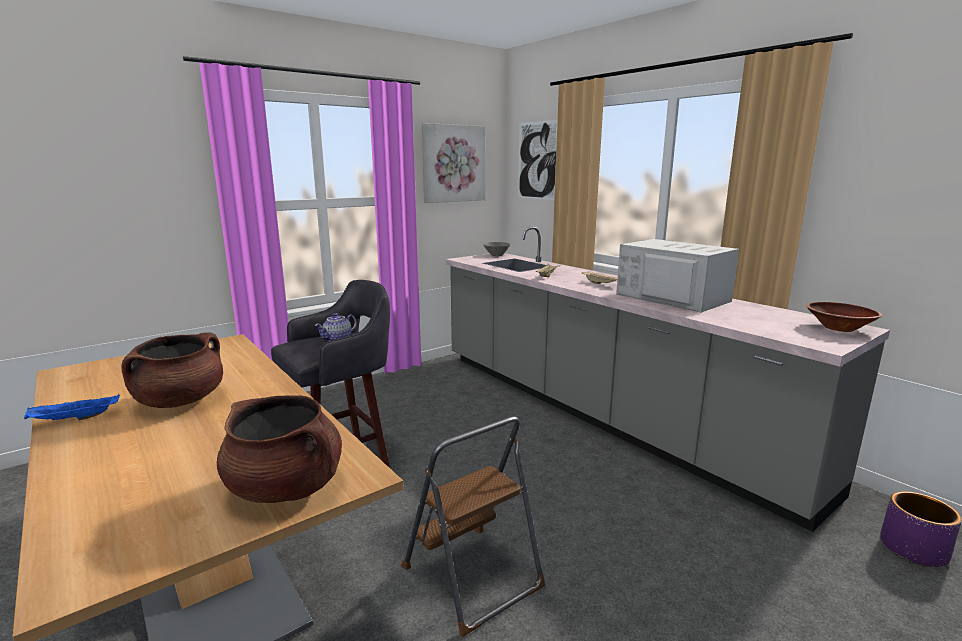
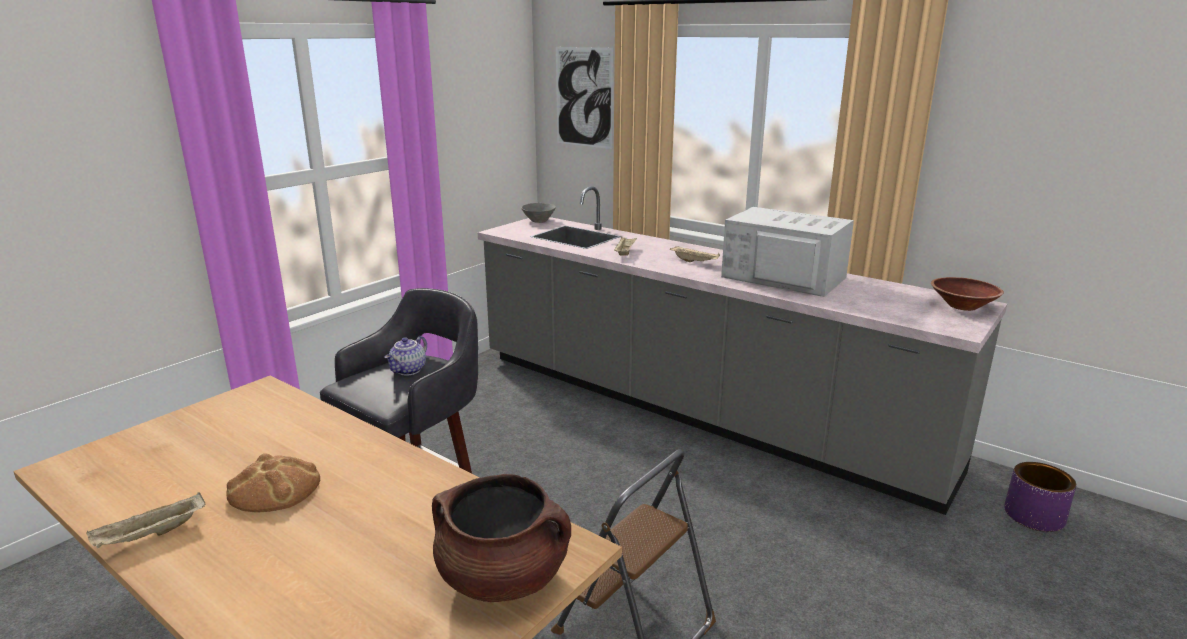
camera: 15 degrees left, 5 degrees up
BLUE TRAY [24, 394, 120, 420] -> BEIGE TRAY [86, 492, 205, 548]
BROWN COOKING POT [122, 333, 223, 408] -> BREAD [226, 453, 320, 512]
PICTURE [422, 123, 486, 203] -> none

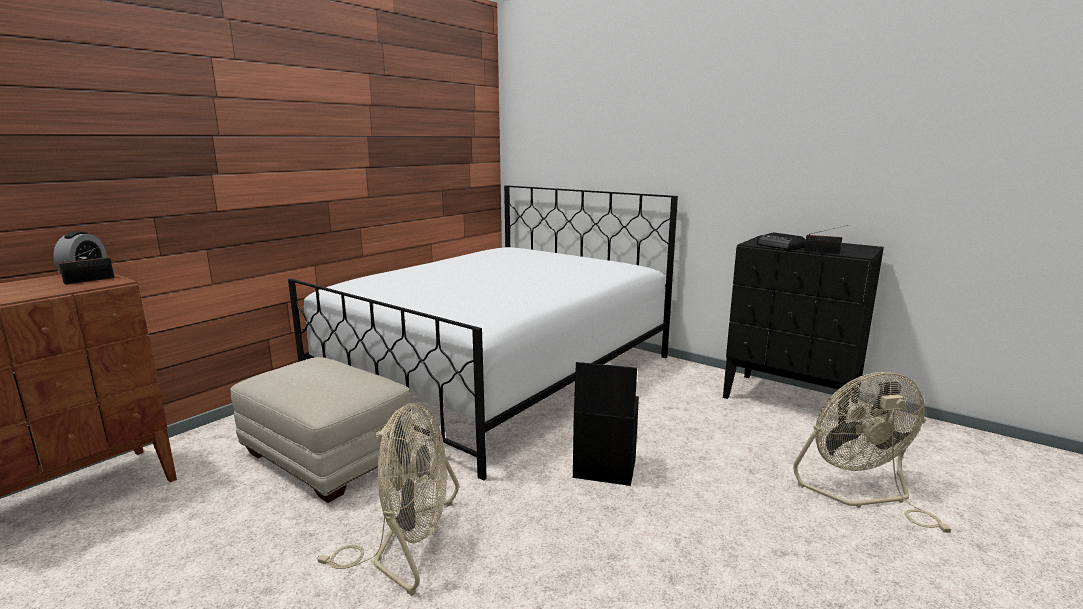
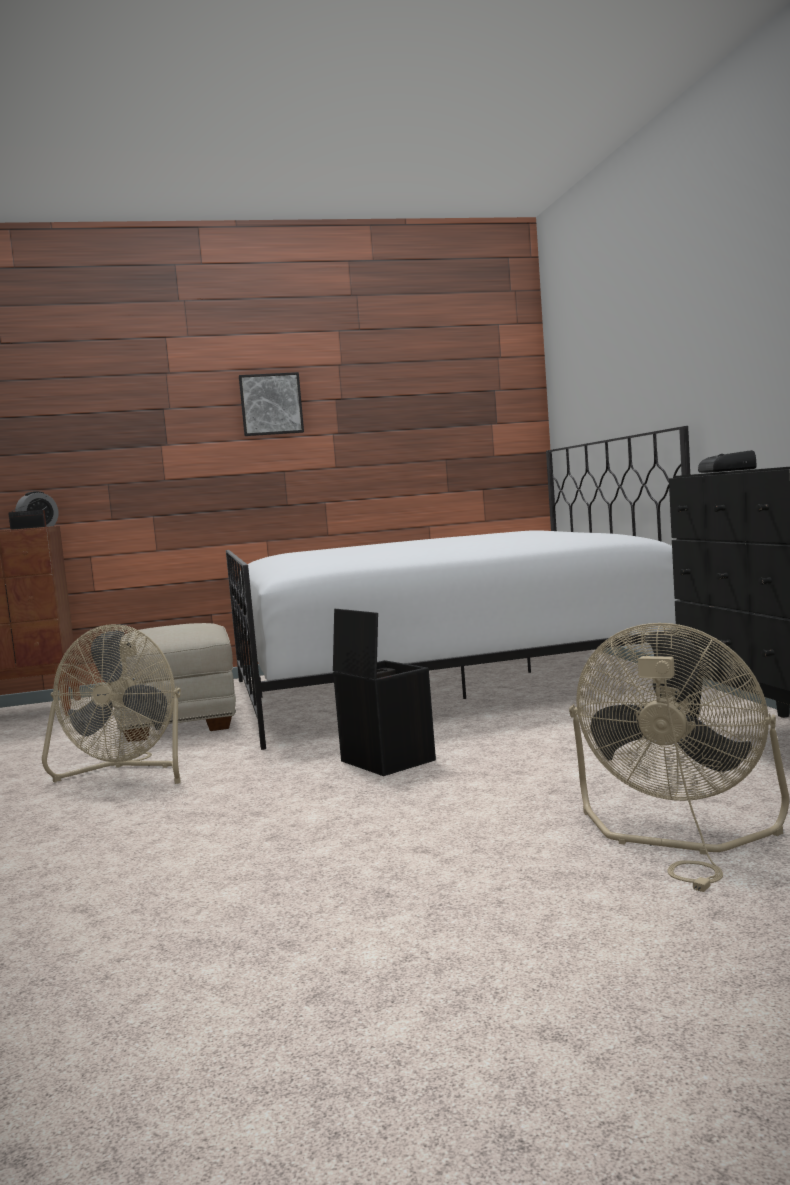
camera: 40 degrees right, 10 degrees down
BEIGE FAN [318, 403, 459, 596] -> BEIGE FAN [42, 624, 181, 784], 60 degrees clockwise
RADIO [804, 225, 848, 255] -> none
none -> PICTURE [239, 372, 304, 436]

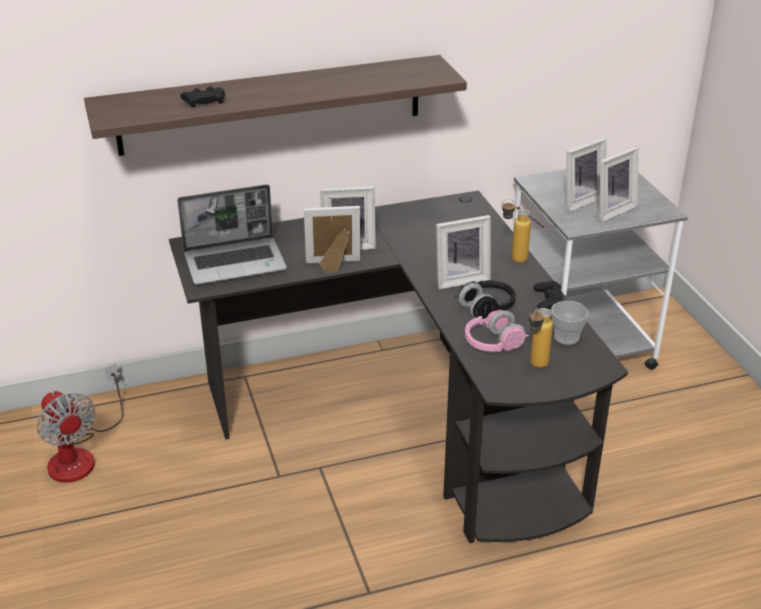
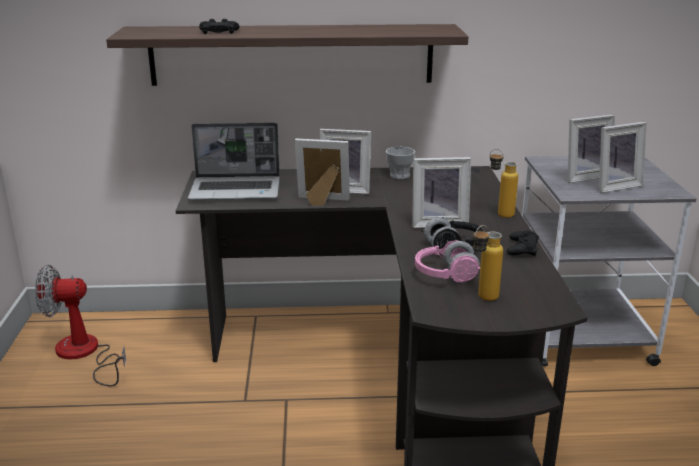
camera: 15 degrees right, 10 degrees down
FAN [37, 364, 123, 483] -> FAN [35, 265, 126, 386], 105 degrees clockwise
CUP [551, 301, 589, 345] -> CUP [386, 147, 415, 179], move

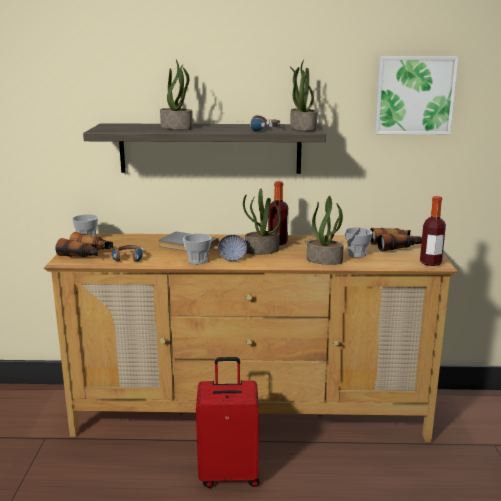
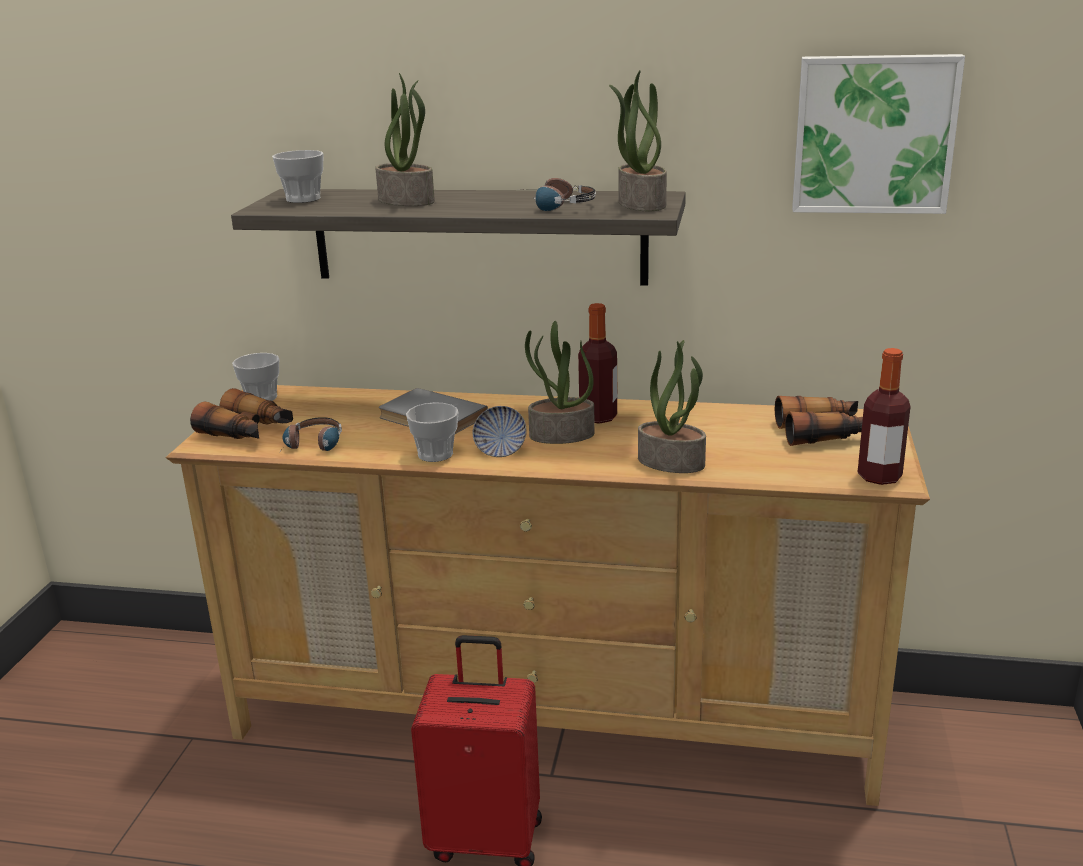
camera: 10 degrees right, 5 degrees up
CUP [345, 227, 372, 257] -> CUP [272, 150, 324, 203], move

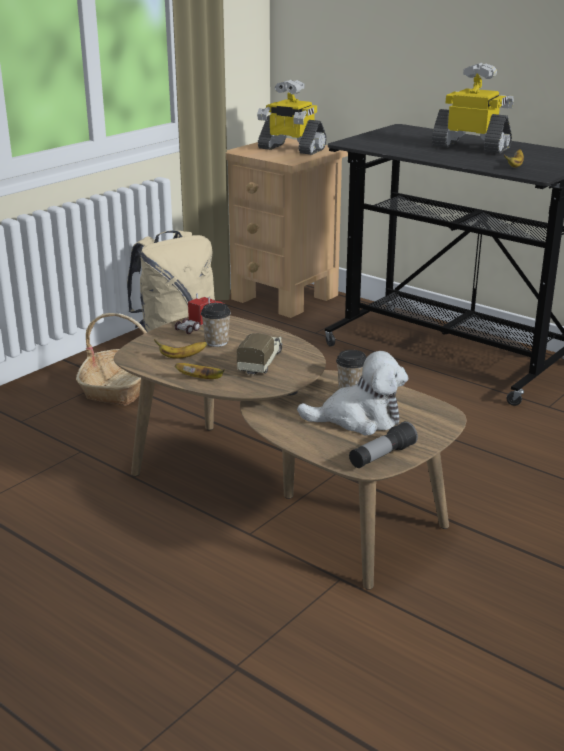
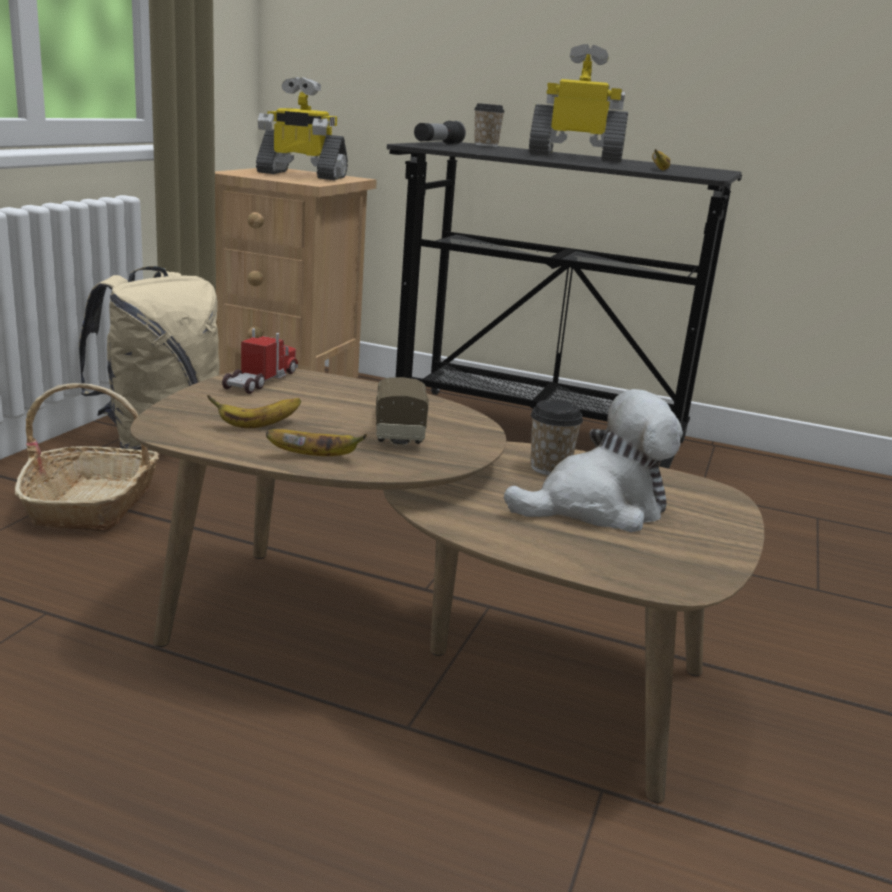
camera: 20 degrees left, 5 degrees down
CUP [201, 303, 231, 347] -> CUP [474, 103, 504, 147], move
FLASHLIGHT [349, 421, 418, 468] -> FLASHLIGHT [414, 121, 466, 144], move

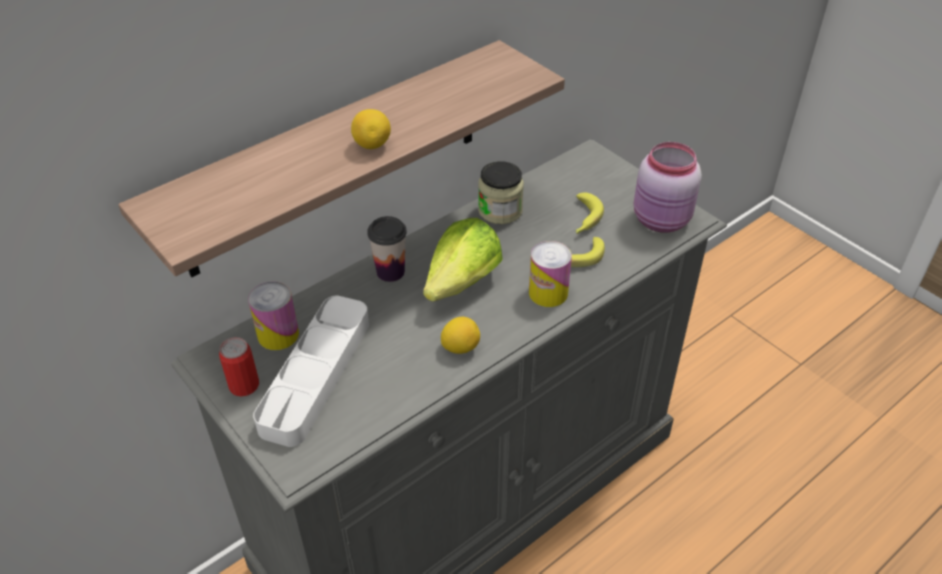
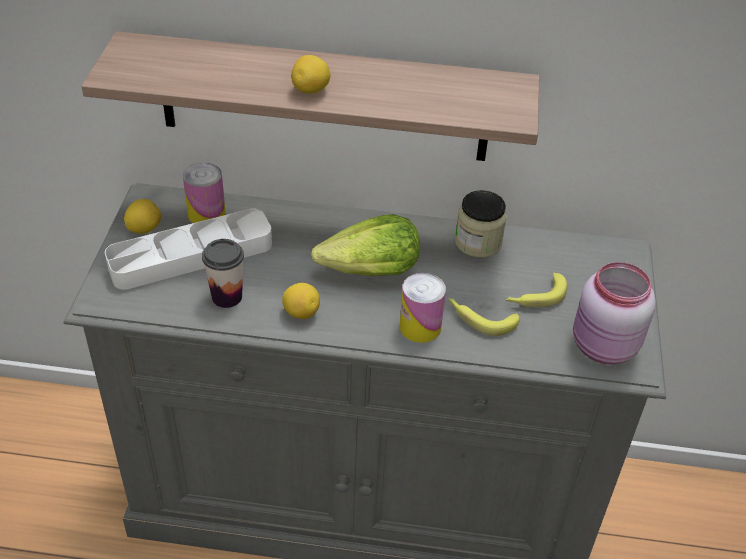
camera: 45 degrees right, 0 degrees up
CAN [219, 337, 259, 397] -> LEMON [124, 199, 161, 234]
CUP [367, 216, 407, 282] -> CUP [202, 239, 244, 308], move

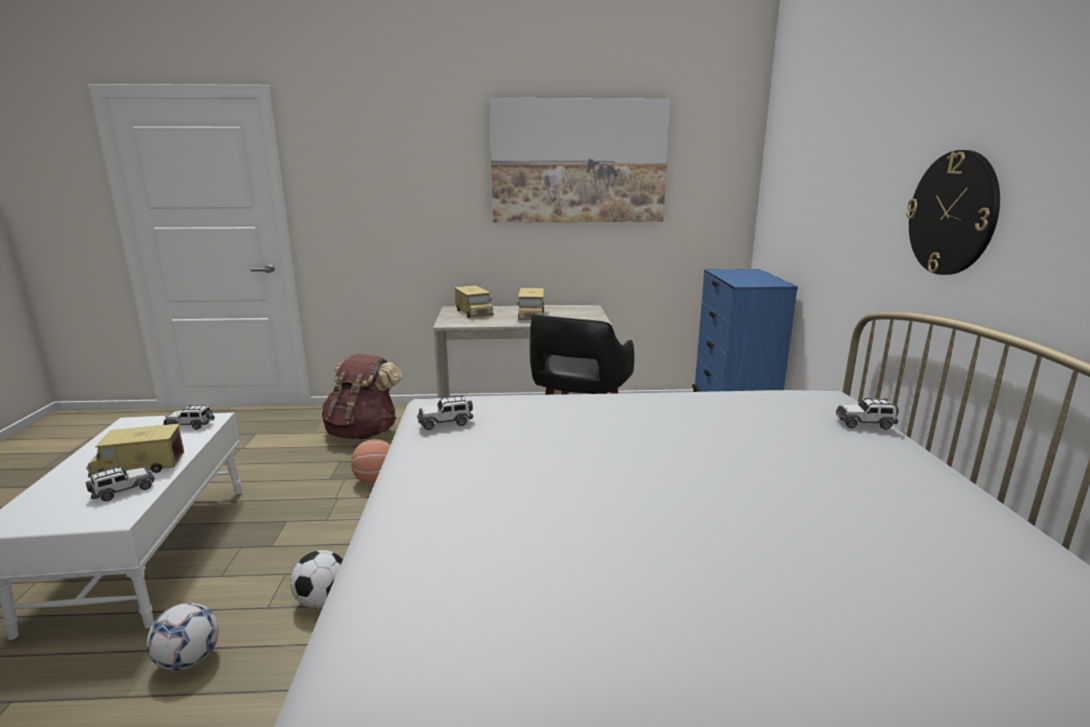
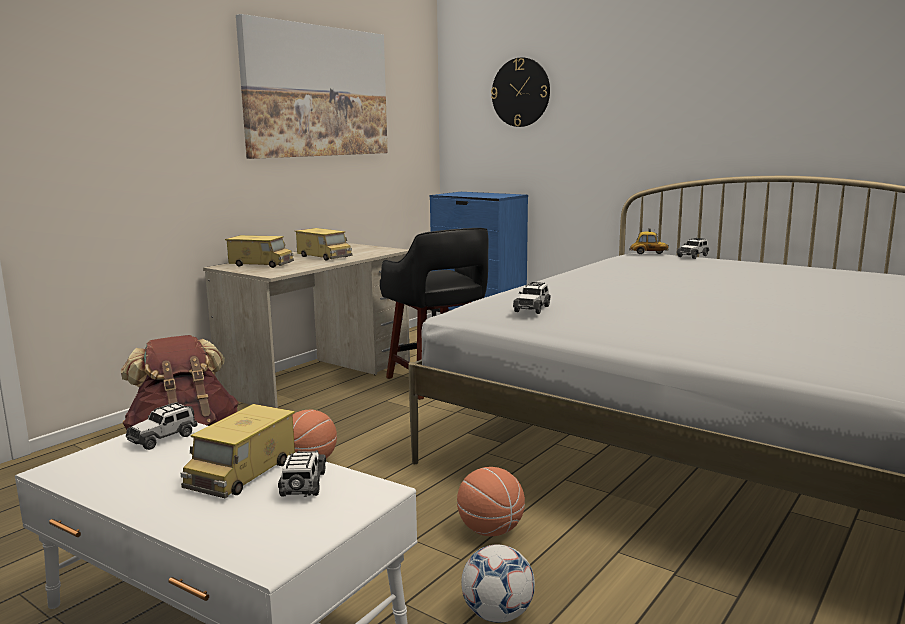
camera: 50 degrees left, 5 degrees down
FOOTBALL [290, 550, 343, 608] -> BASKETBALL [457, 467, 525, 536]
WALL CLOCK [906, 150, 1000, 275] -> WALL CLOCK [491, 57, 550, 127], move
none -> TOY CAR [629, 228, 669, 254]

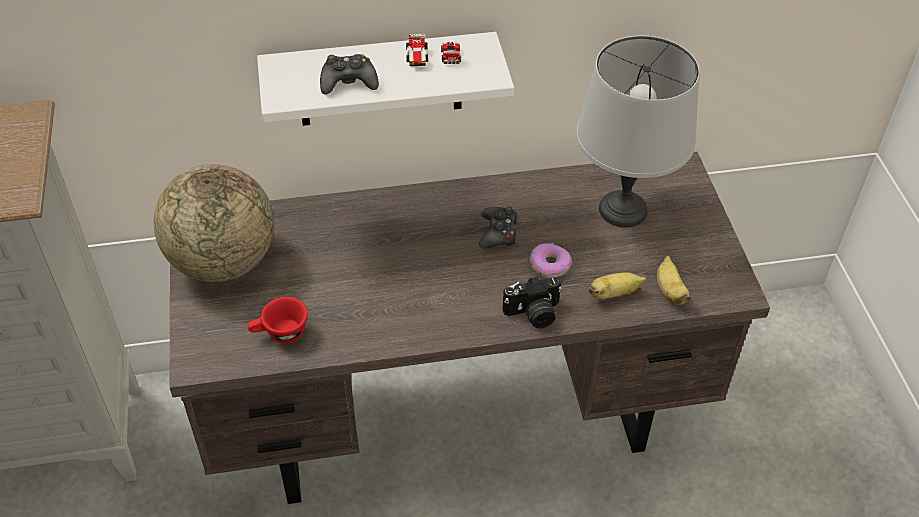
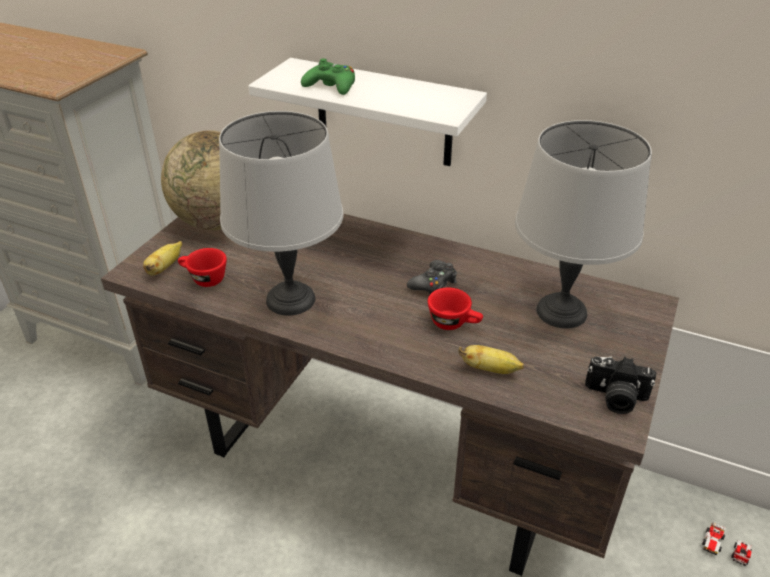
camera: 35 degrees right, 10 degrees down
BLACK GAME CONTROLLER [320, 54, 379, 95] -> GREEN GAME CONTROLLER [301, 58, 355, 95]
TOY CAR [406, 34, 461, 66] -> TOY CAR [702, 523, 752, 566], move
PHOTO CAMERA [502, 276, 562, 328] -> PHOTO CAMERA [585, 356, 656, 414], move
DONUT [530, 243, 572, 278] -> RED CUP [428, 288, 483, 330]
BANANA [657, 256, 691, 305] -> BANANA [143, 241, 182, 276], move
none -> GREY TABLE LAMP [219, 111, 343, 316]

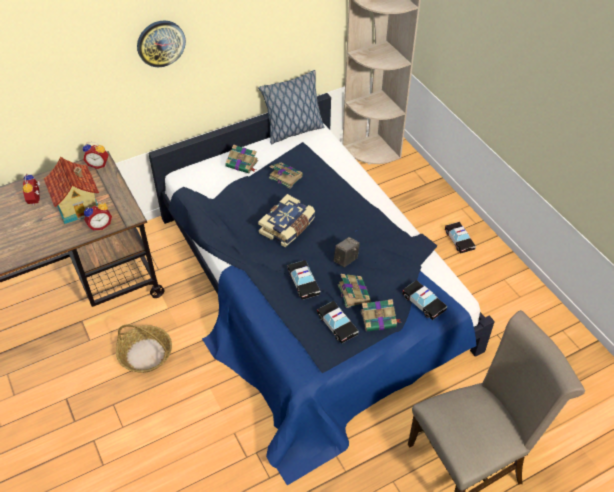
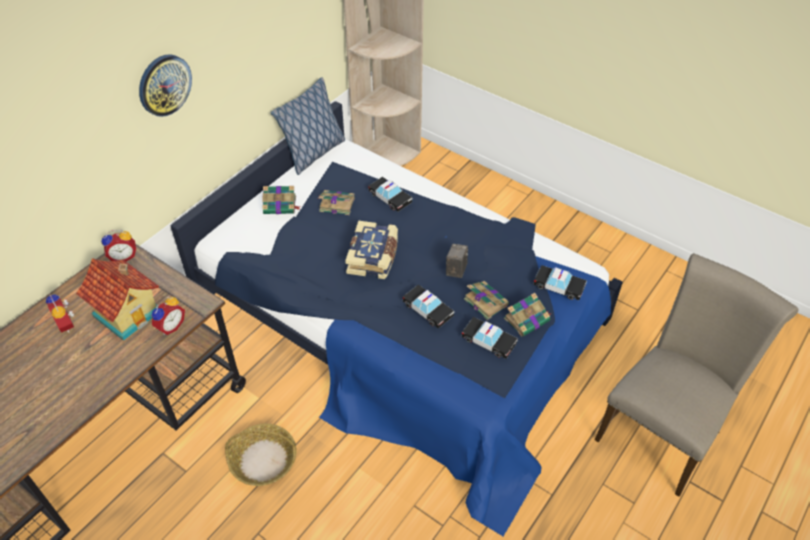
camera: 25 degrees left, 0 degrees up
TOY CAR [445, 222, 476, 254] -> TOY CAR [368, 177, 412, 212], move

